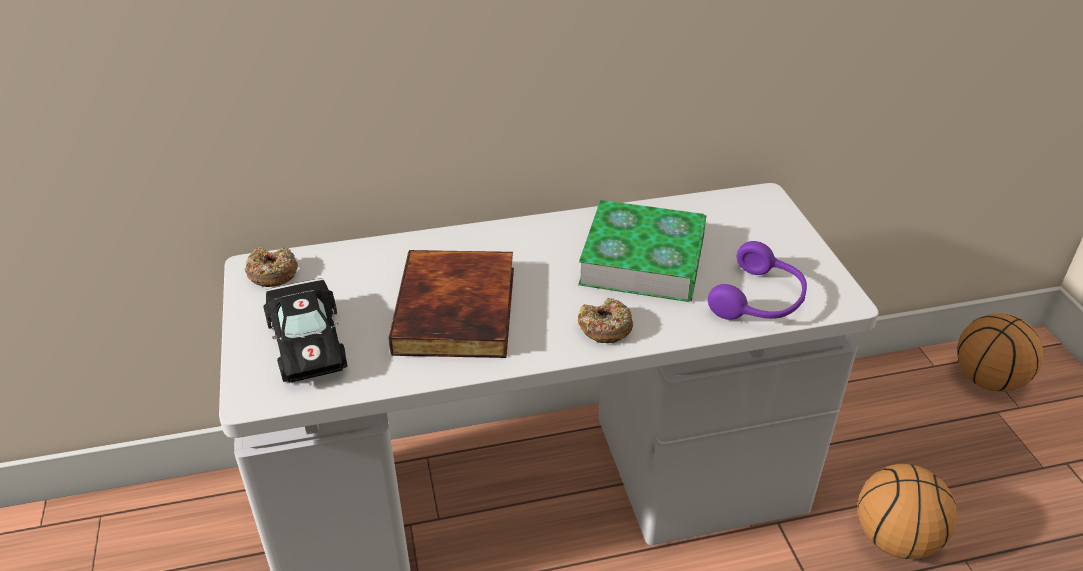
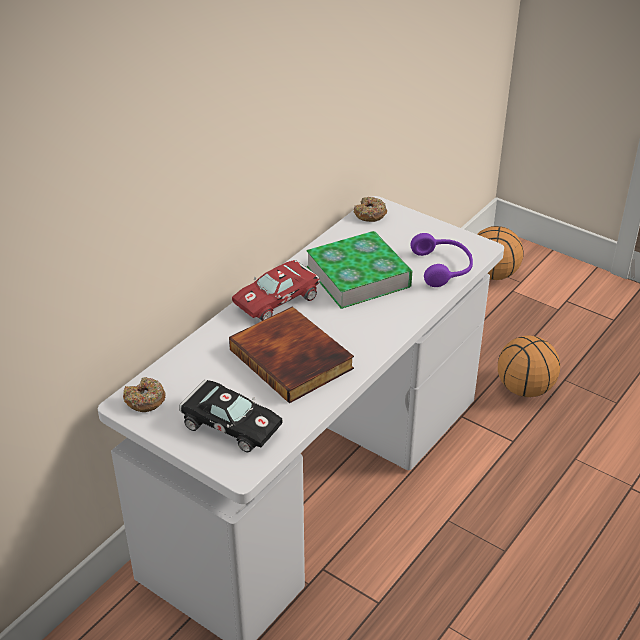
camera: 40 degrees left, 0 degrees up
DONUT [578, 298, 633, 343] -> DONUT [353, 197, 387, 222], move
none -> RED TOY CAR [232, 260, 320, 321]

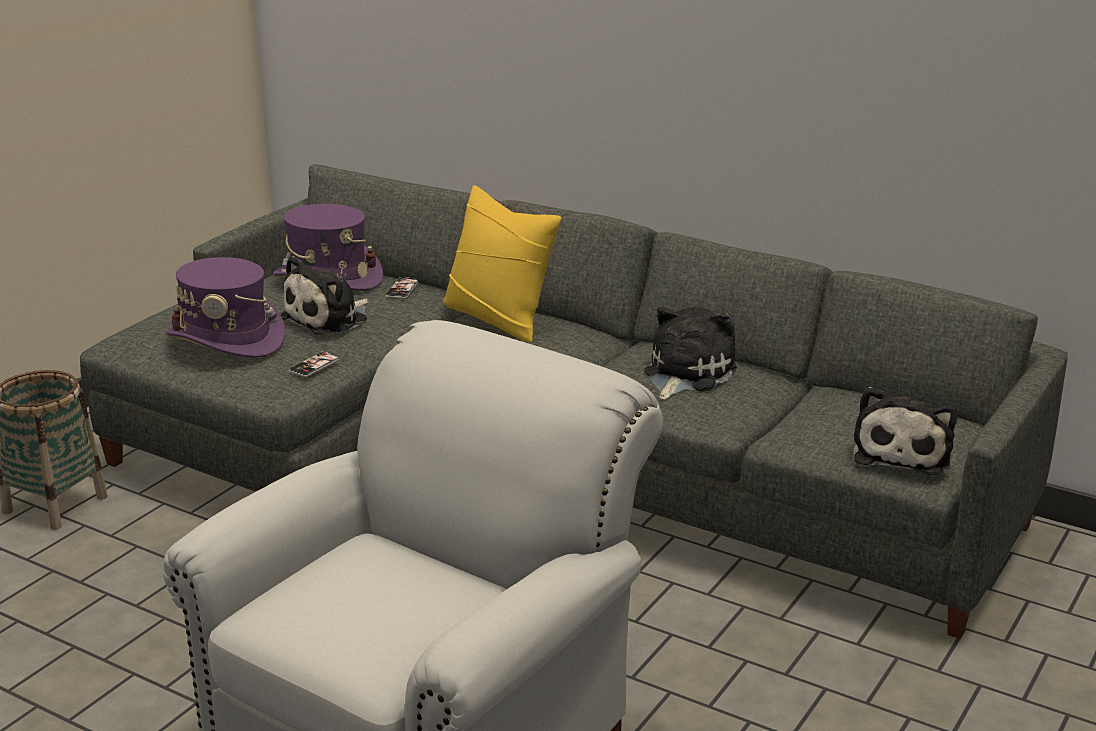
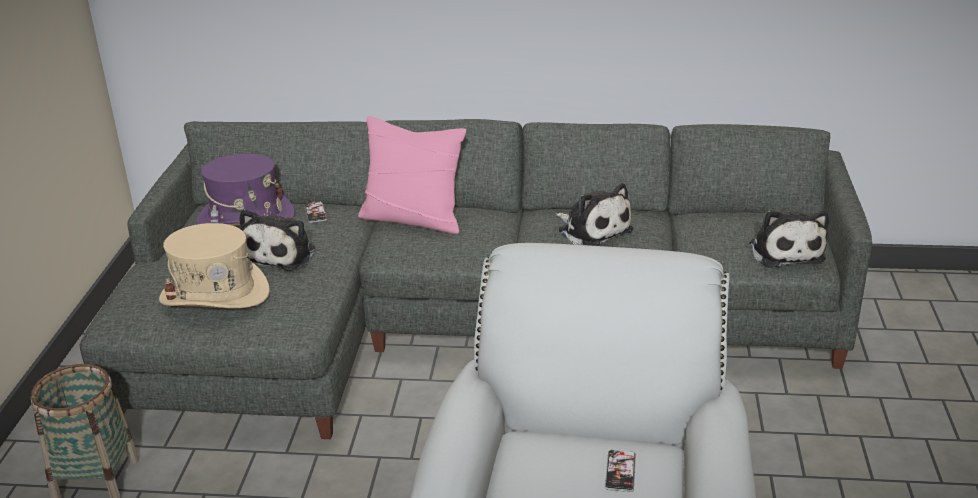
camera: 25 degrees left, 5 degrees up
PURPLE HAT [166, 257, 286, 358] -> BEIGE HAT [159, 223, 270, 308]
PHONE [289, 351, 339, 377] -> PHONE [605, 449, 636, 492], move
YELLOW PILLOW [443, 185, 562, 343] -> PINK PILLOW [358, 116, 466, 234]
PLUSH TOY [644, 307, 737, 400] -> PLUSH TOY [556, 183, 633, 246], 135 degrees clockwise

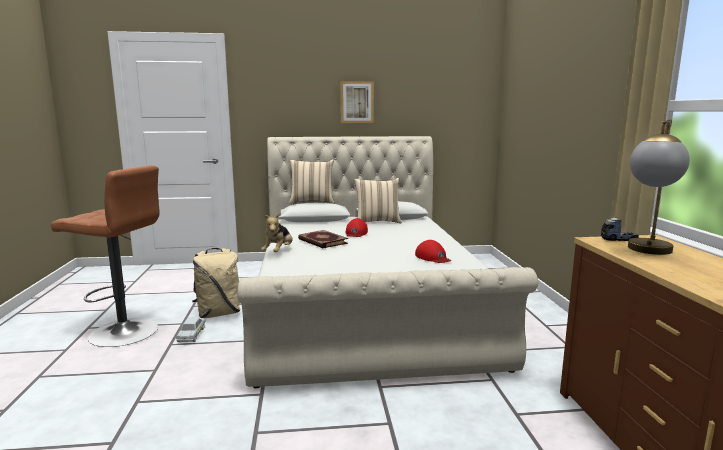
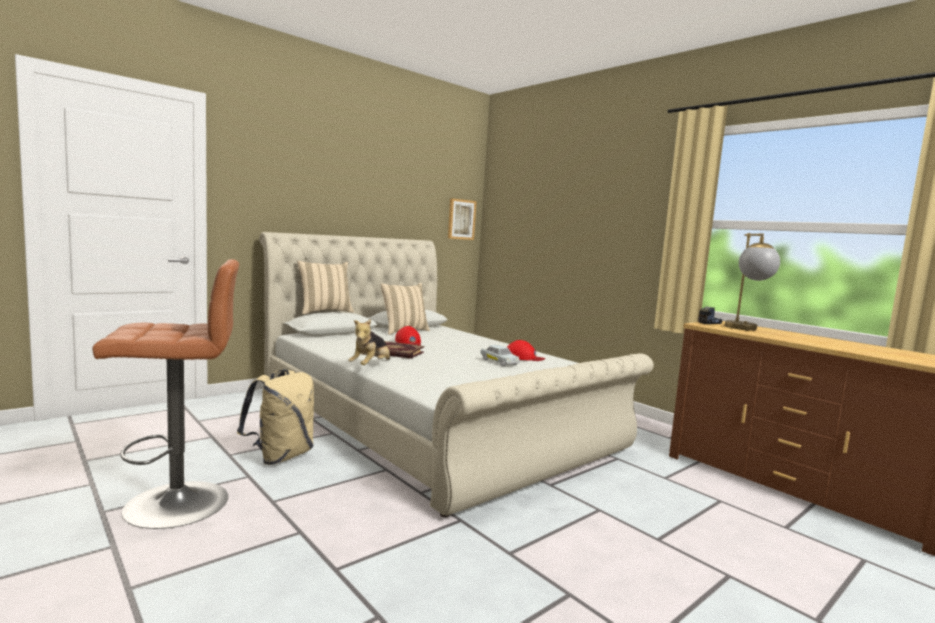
camera: 35 degrees left, 5 degrees down
WHITE TOY CAR [176, 317, 206, 342] -> WHITE TOY CAR [480, 345, 520, 366], move
PLUSH TOY [261, 213, 293, 252] -> PLUSH TOY [348, 319, 390, 365], 45 degrees clockwise
PICTURE [340, 81, 374, 123] -> PICTURE [448, 198, 476, 240], move

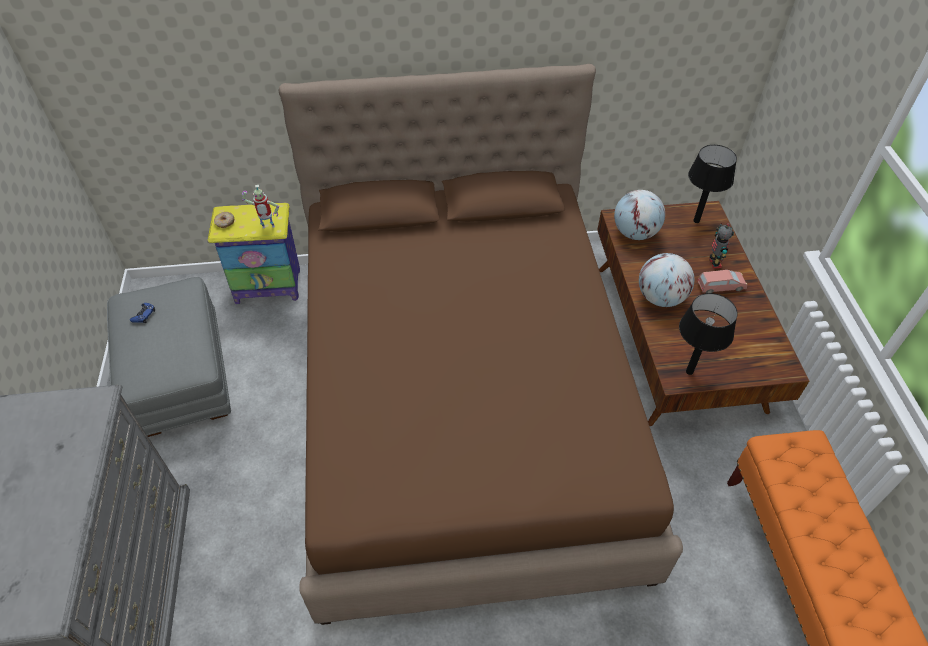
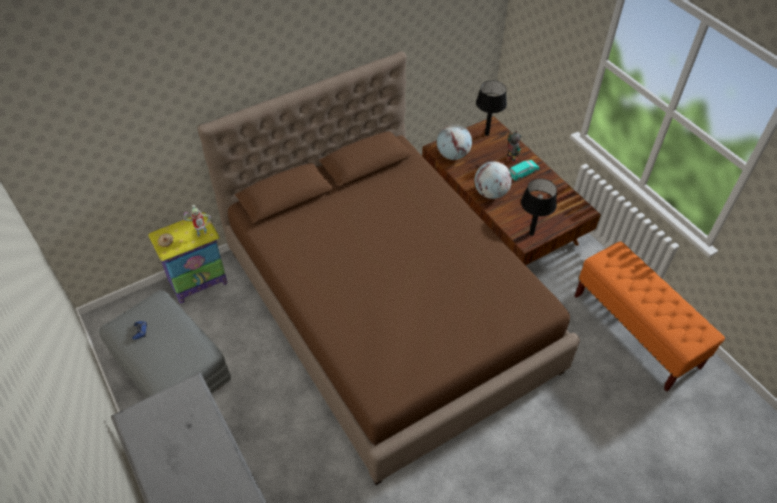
camera: 25 degrees left, 0 degrees up
PINK TOY CAR [697, 270, 747, 293] -> TURQUOISE TOY CAR [509, 160, 539, 181]

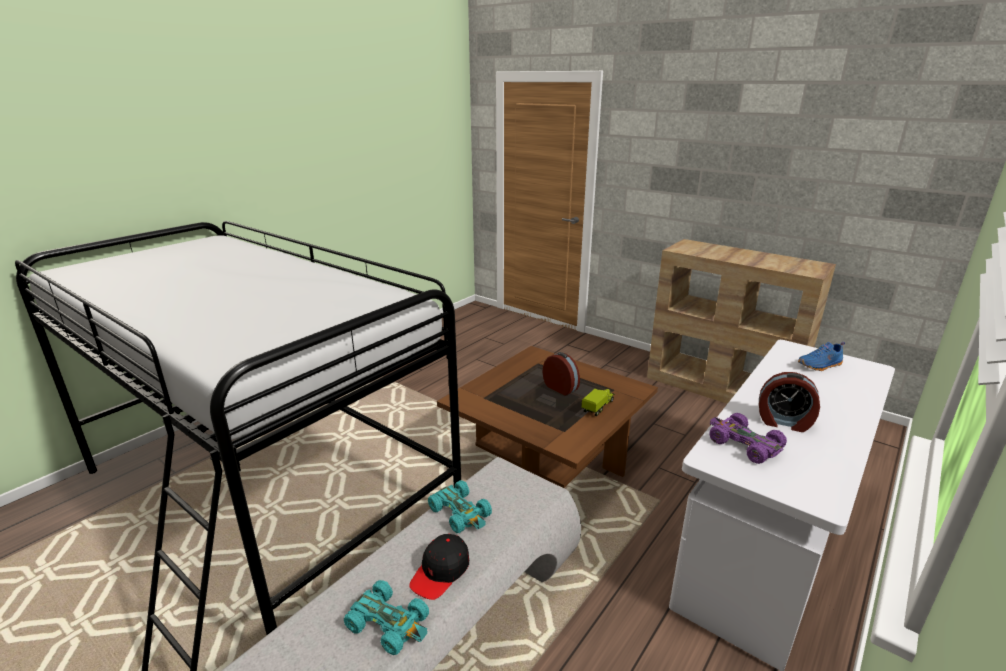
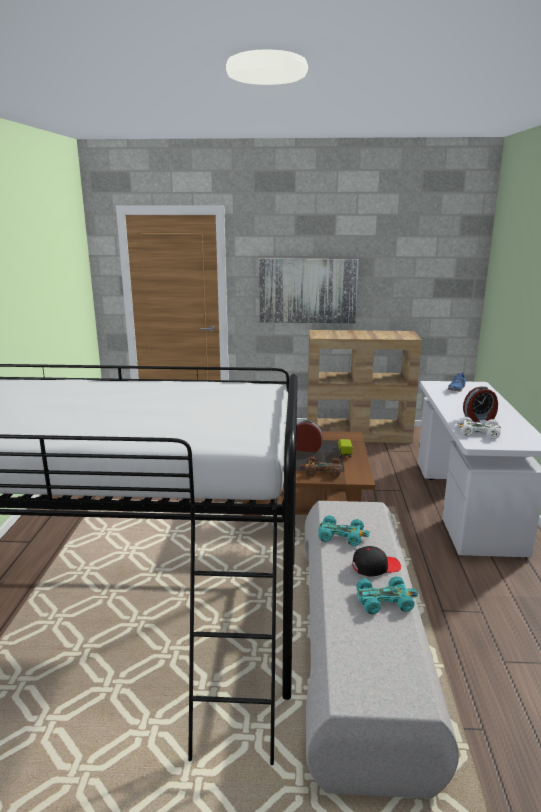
camera: 35 degrees left, 5 degrees down
BLACK CAP [409, 534, 469, 600] -> BLACK CAP [352, 546, 401, 576], 105 degrees counterclockwise
PURPLE TOY CAR [709, 413, 787, 464] -> WHITE TOY CAR [455, 417, 501, 439]
none -> PICTURE [259, 259, 359, 323]
none -> BROWN TOY CAR [300, 456, 342, 478]

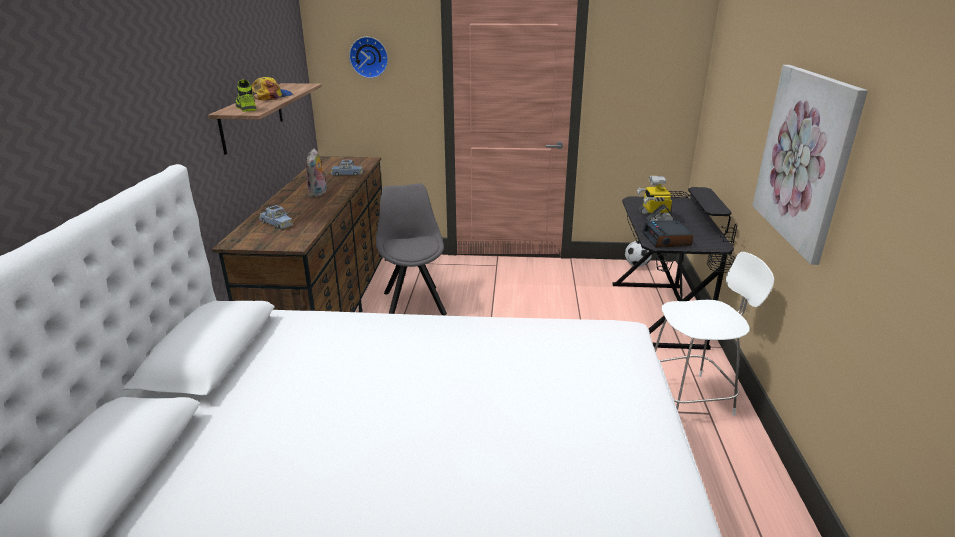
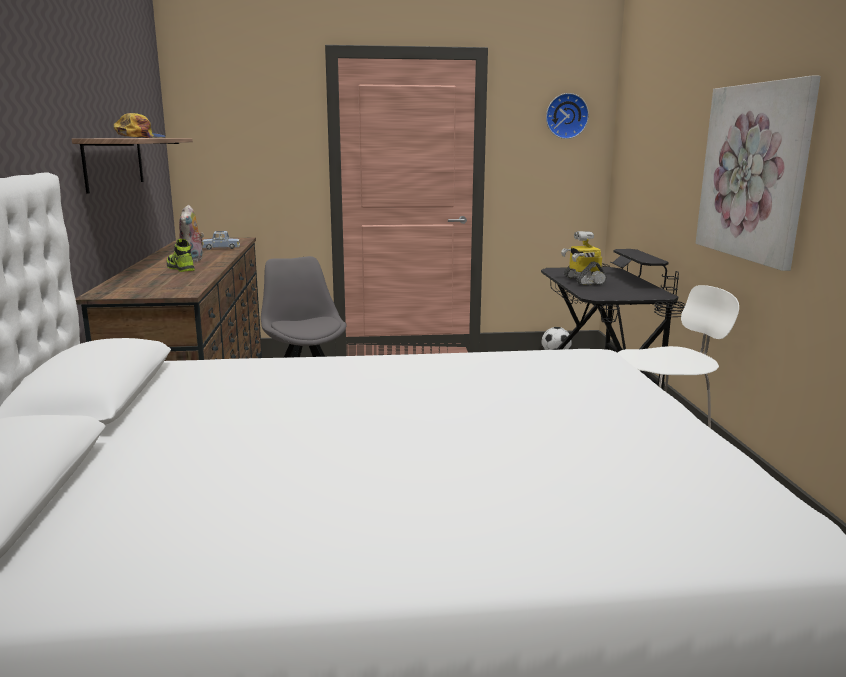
camera: 10 degrees left, 10 degrees down
SHOE [236, 79, 256, 112] -> SHOE [167, 239, 195, 272], move
BLUE TOY CAR [259, 205, 293, 229] -> none
WALL CLOCK [349, 37, 388, 78] -> WALL CLOCK [546, 93, 589, 139], move
ALARM CLOCK [642, 220, 693, 248] -> none

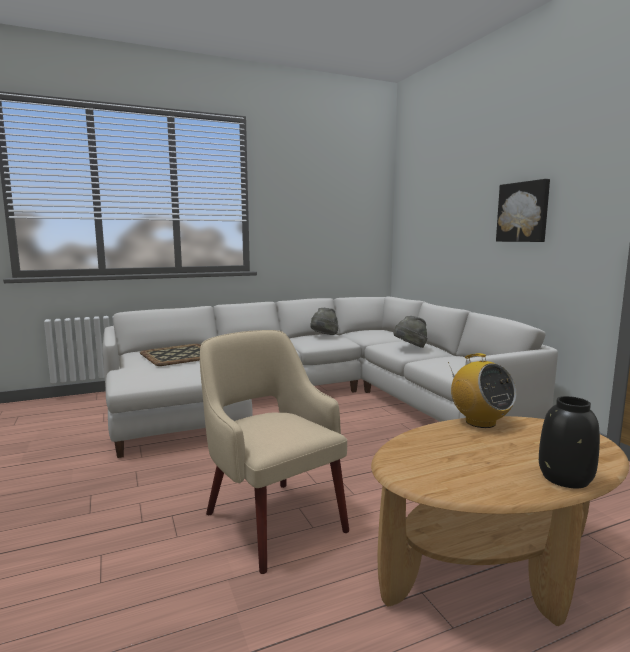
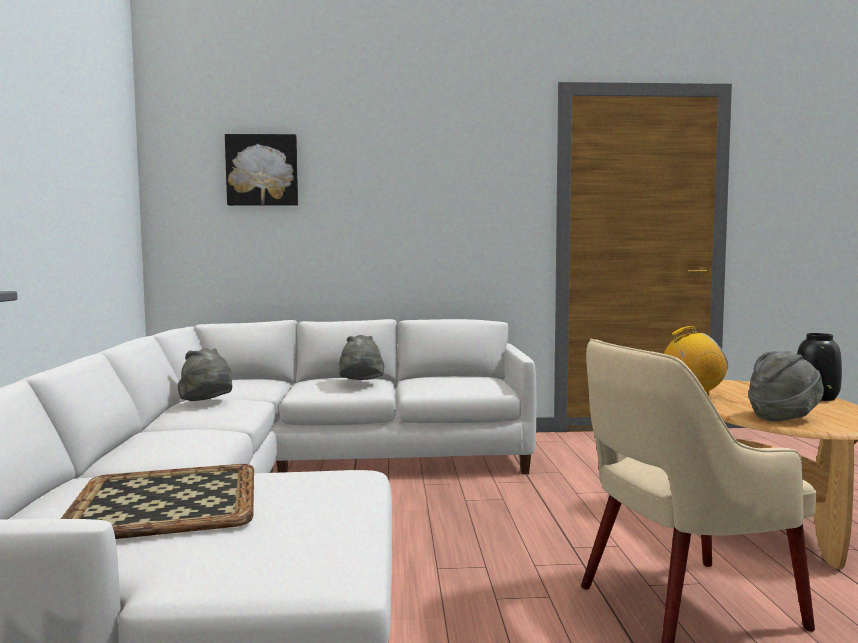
camera: 70 degrees left, 5 degrees down
PICTURE [496, 179, 550, 242] -> PICTURE [225, 134, 298, 206], move
none -> GREY HAT [748, 351, 824, 421]

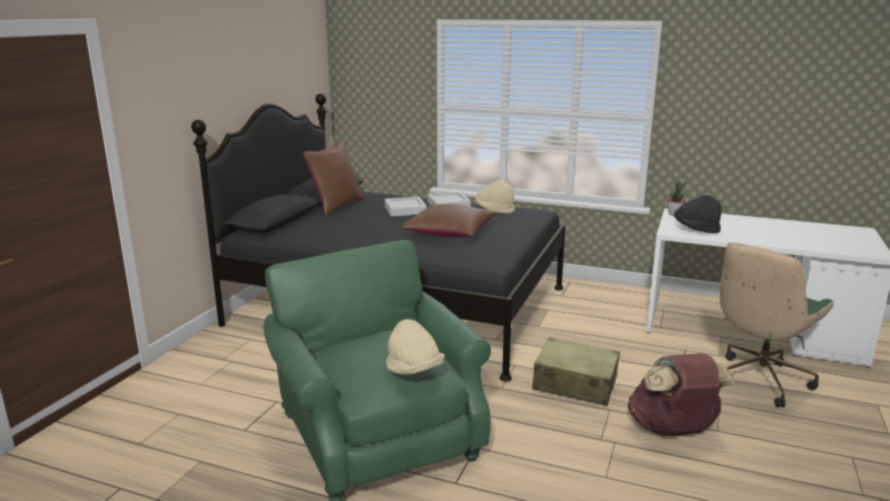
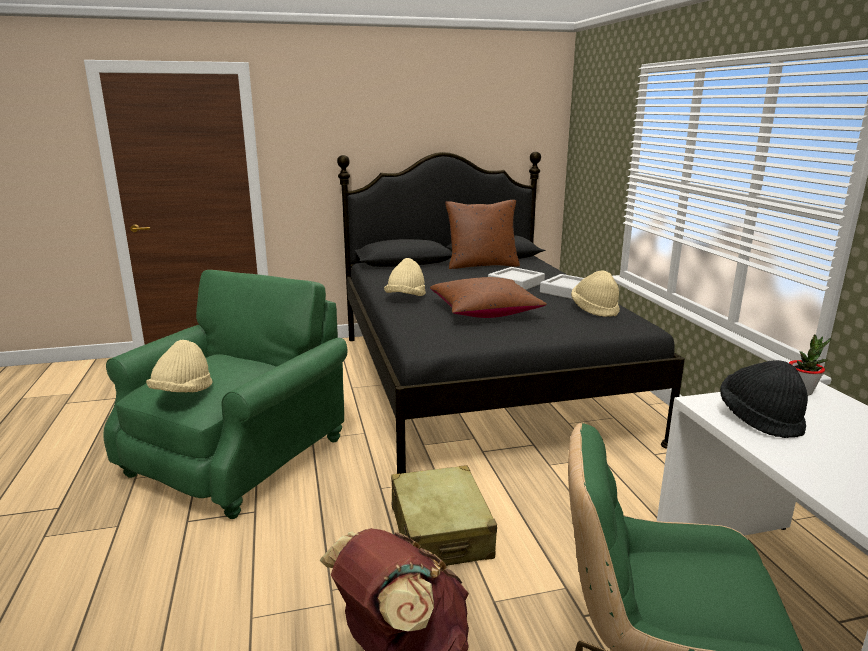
camera: 55 degrees right, 0 degrees up
none -> BEIGE HAT [384, 258, 426, 296]

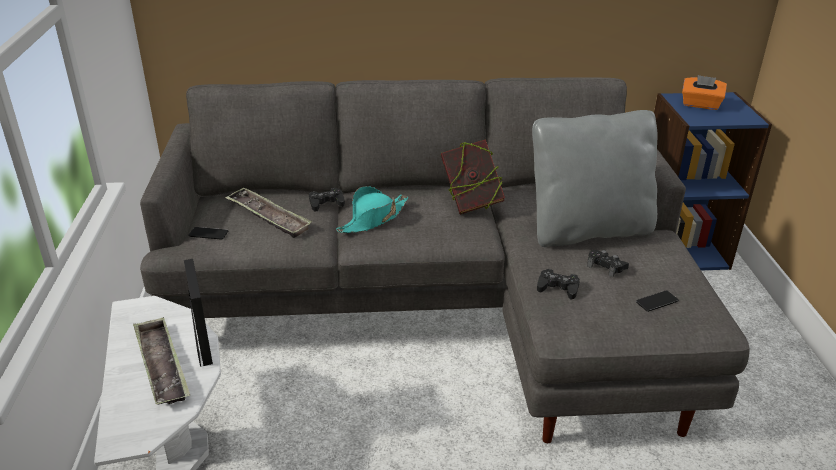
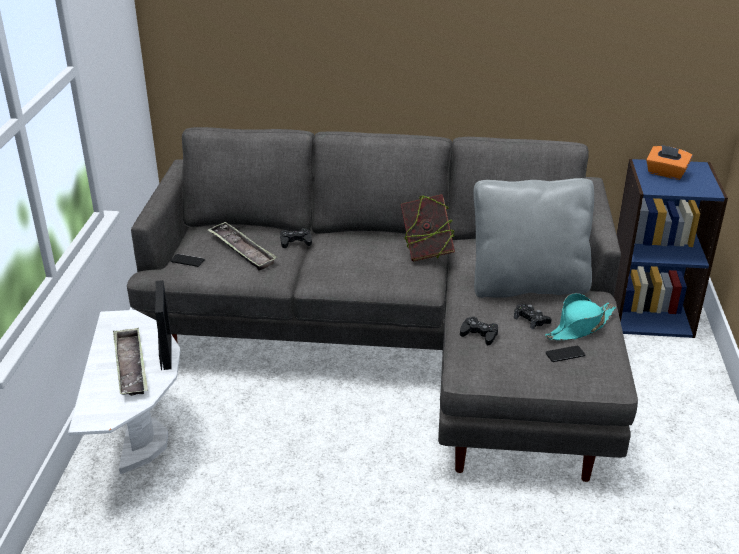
camera: 10 degrees right, 0 degrees up
TURQUOISE HAT [336, 186, 409, 233] -> TURQUOISE HAT [545, 293, 616, 340], move

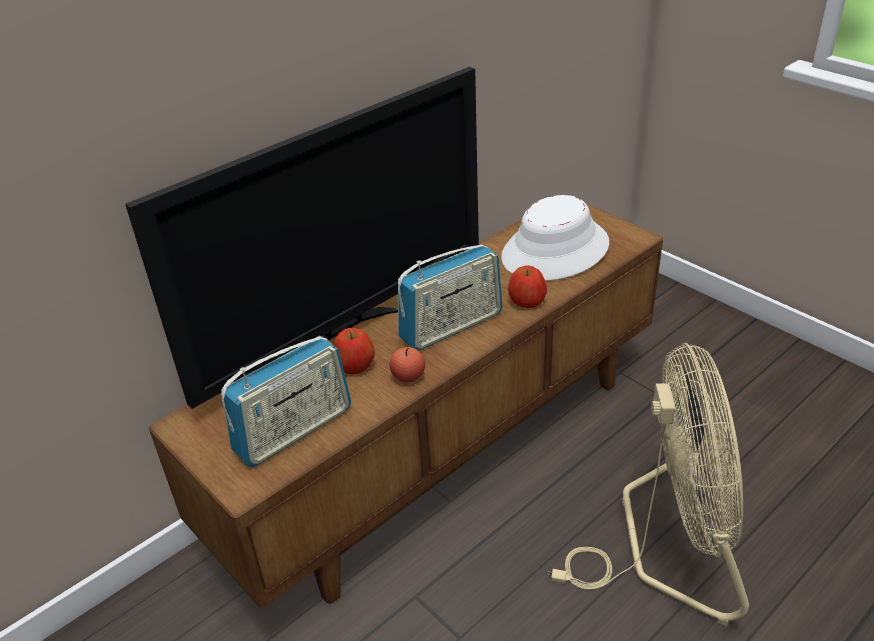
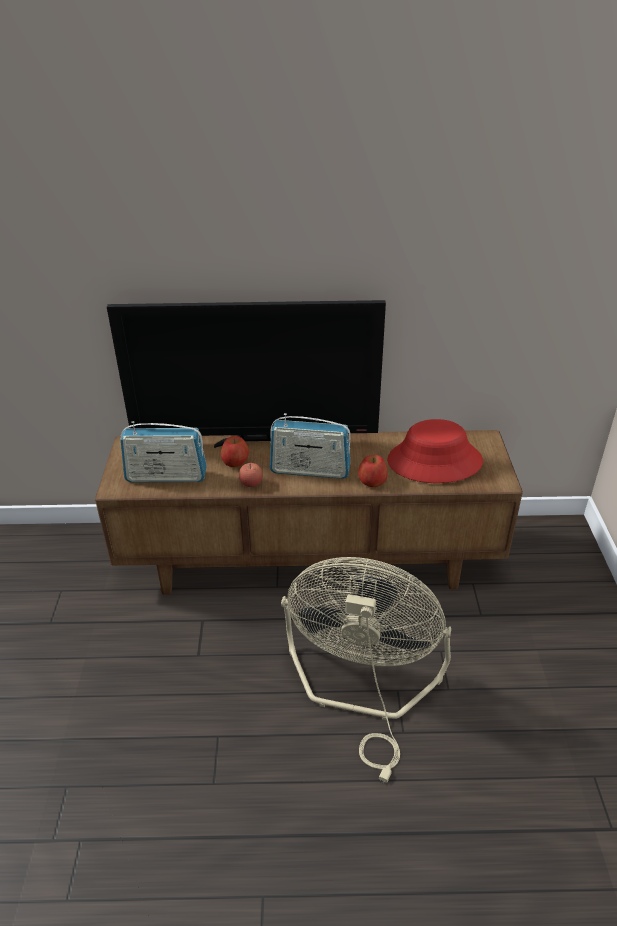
camera: 40 degrees right, 0 degrees up
WHITE HAT [501, 195, 609, 281] -> RED HAT [387, 419, 483, 483]
BEIGE FAN [547, 343, 749, 627] -> BEIGE FAN [281, 557, 451, 783], 120 degrees counterclockwise

